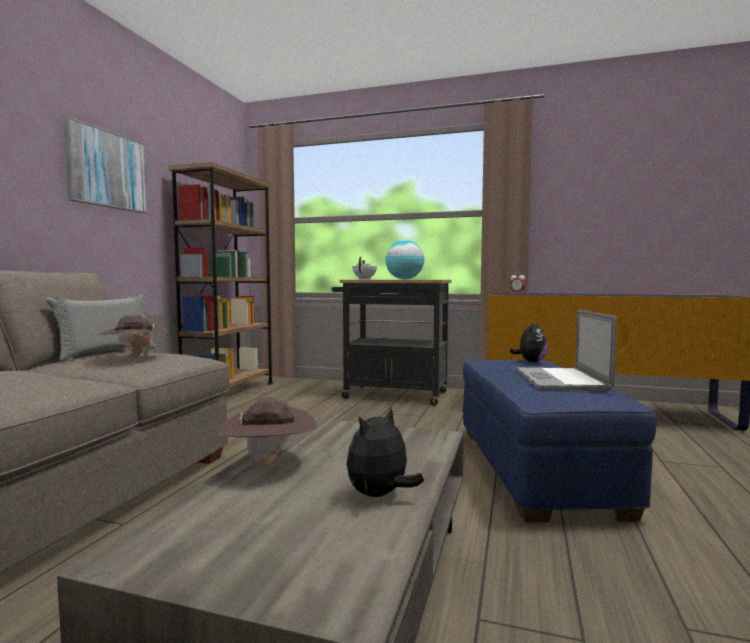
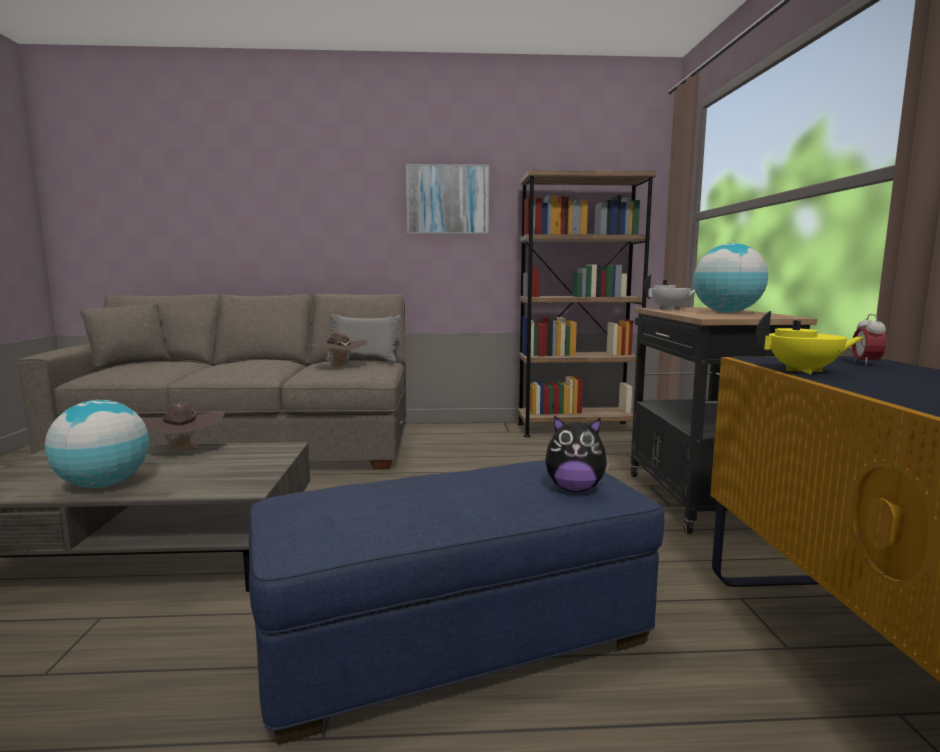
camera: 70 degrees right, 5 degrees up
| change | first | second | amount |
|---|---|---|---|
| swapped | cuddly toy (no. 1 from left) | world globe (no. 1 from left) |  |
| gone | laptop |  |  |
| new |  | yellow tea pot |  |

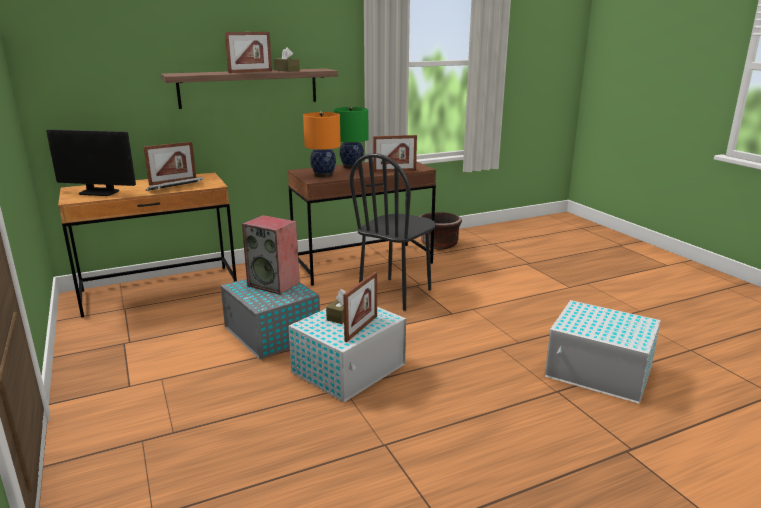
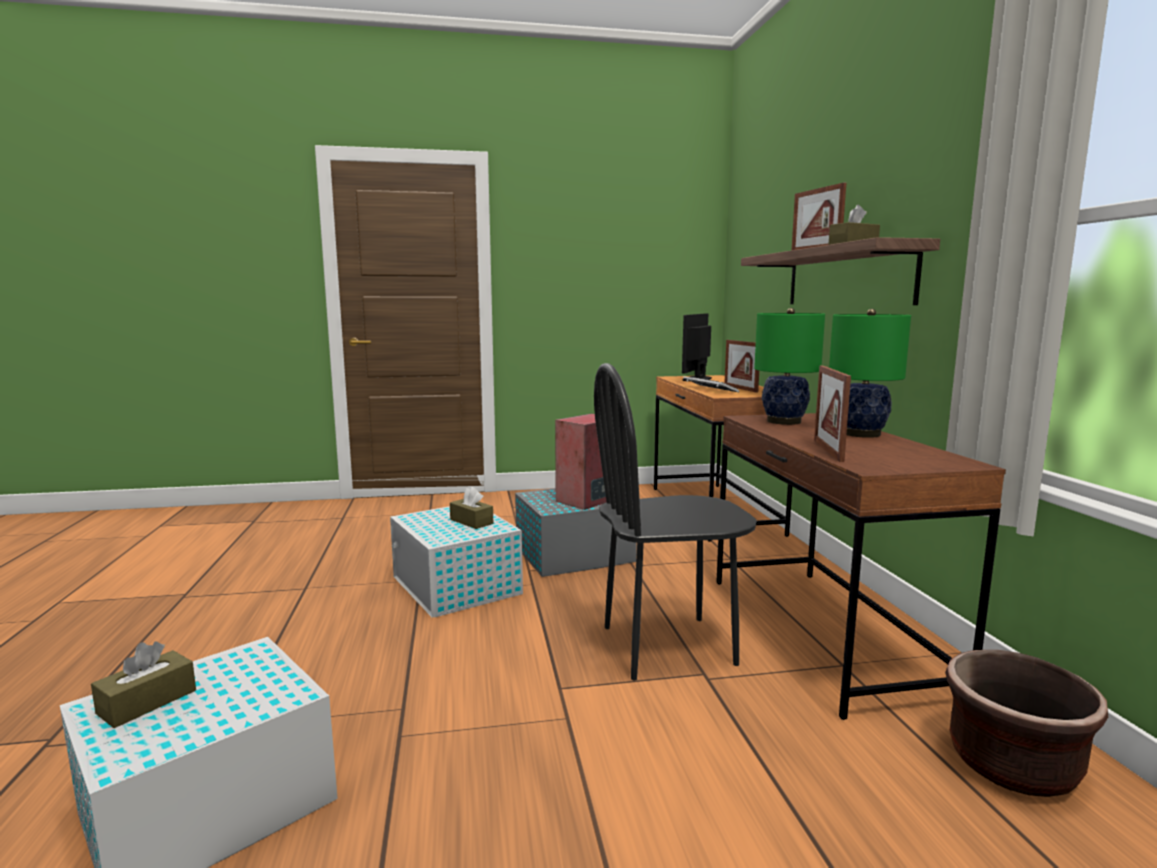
camera: 105 degrees right, 10 degrees down
| change | first | second | amount |
|---|---|---|---|
| repainted | orange tabletop lamp | greenish tabletop lamp (no. 1 from left) |  |
| gone | standing frame (no. 3 from left) |  |  |
| rotated | blackish upright chair |  | 60 degrees counterclockwise |
| new |  | brownish tissue box (no. 1 from left) |  |

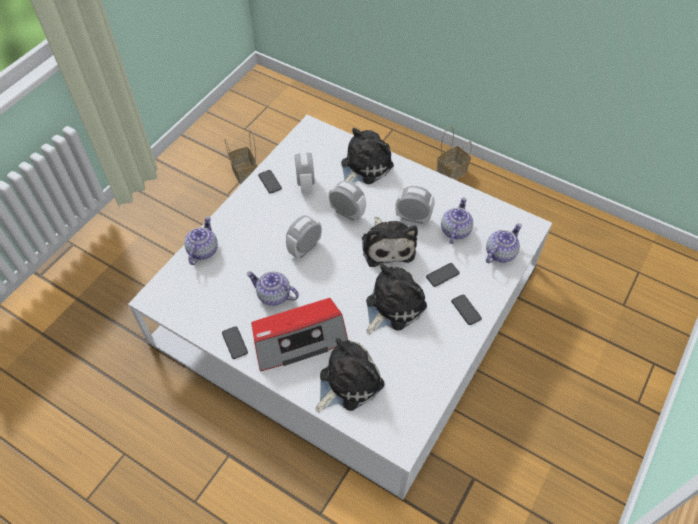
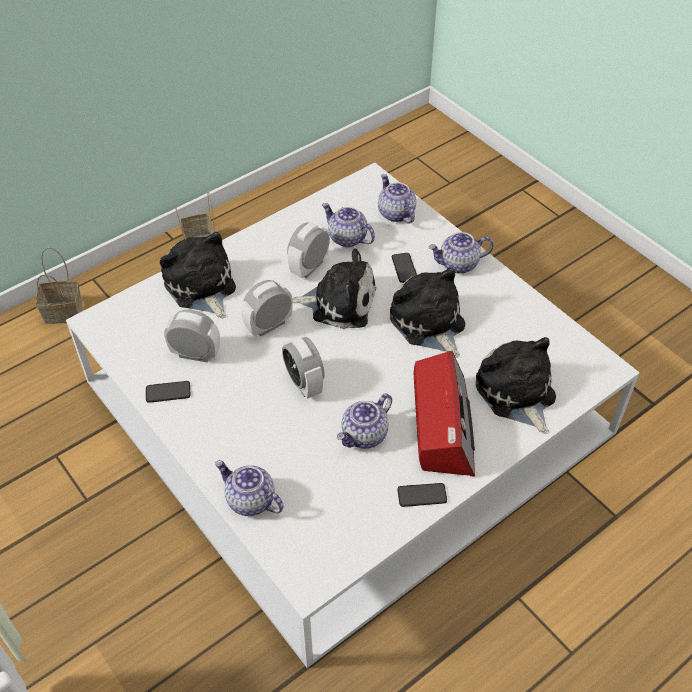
camera: 70 degrees left, 5 degrees down
| change | first | second | amount |
|---|---|---|---|
| shifted | basket (no. 1 from left) |  |  |
| swapped | phone (no. 4 from left) | tea pot (no. 5 from left) |  |

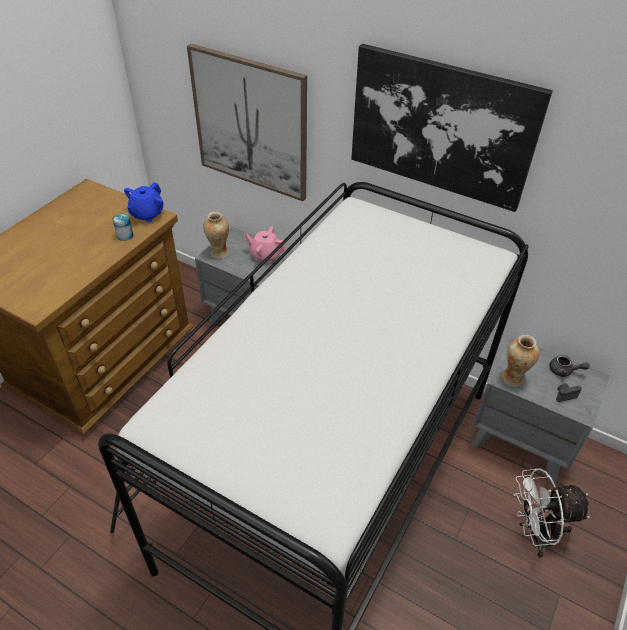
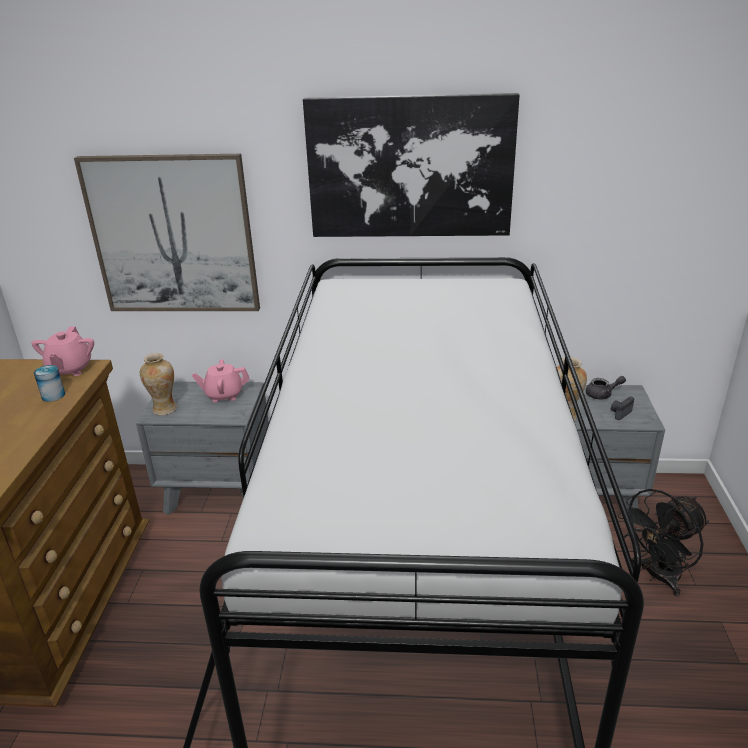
camera: 25 degrees left, 15 degrees down
| change | first | second | amount |
|---|---|---|---|
| repainted | bluish tea pot | pink tea pot (no. 1 from left) |  |
| repainted | white electric fan | blackish electric fan |  |

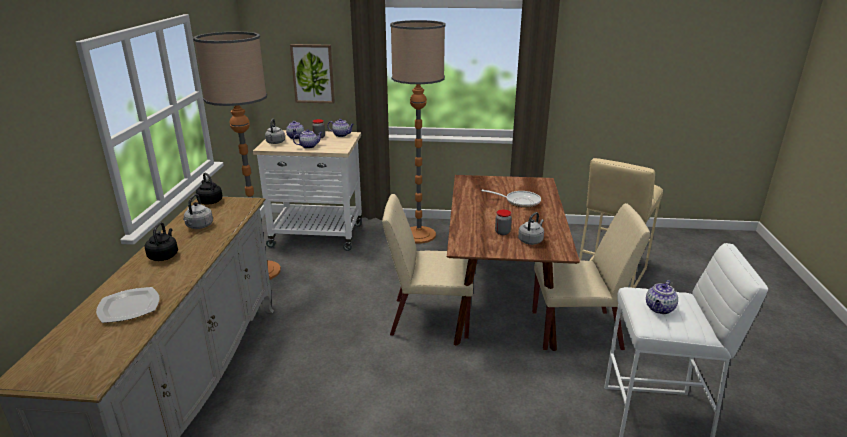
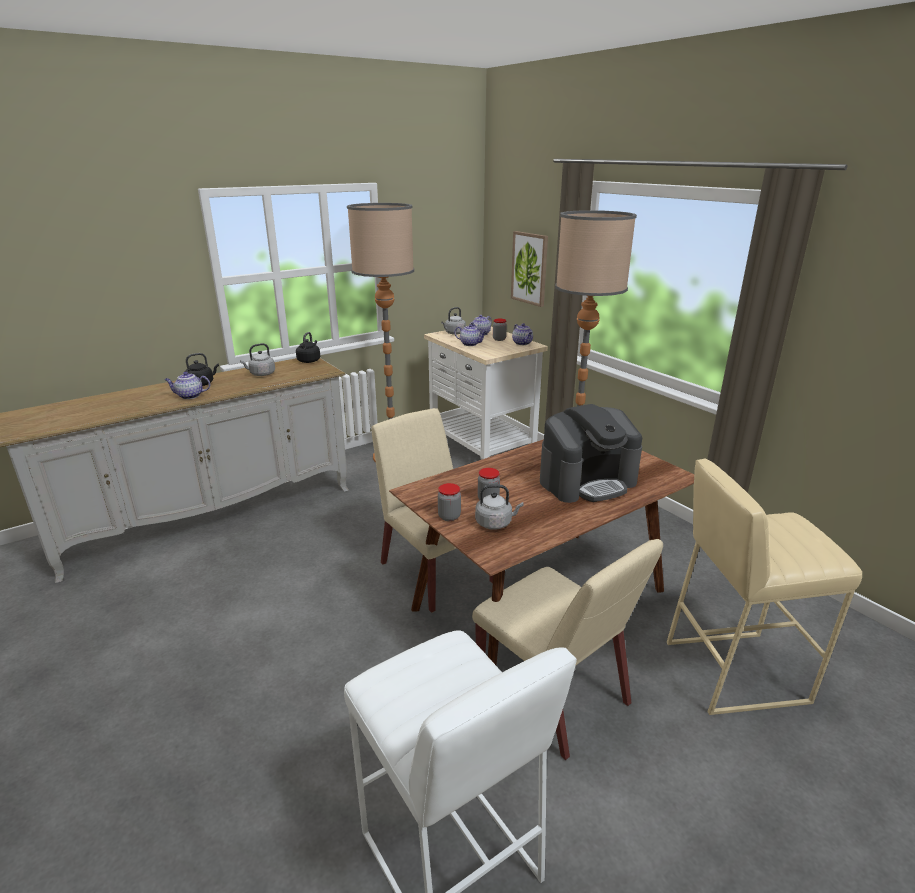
camera: 50 degrees right, 0 degrees up
| change | first | second | amount |
|---|---|---|---|
| gone | flat dish |  |  |
| swapped | skillet | coffee brewer |  |
| shifted | tea pot (no. 4 from left in the first image) | tea pot (no. 1 from left) |  |
| new |  | jar (no. 1 from left) |  |

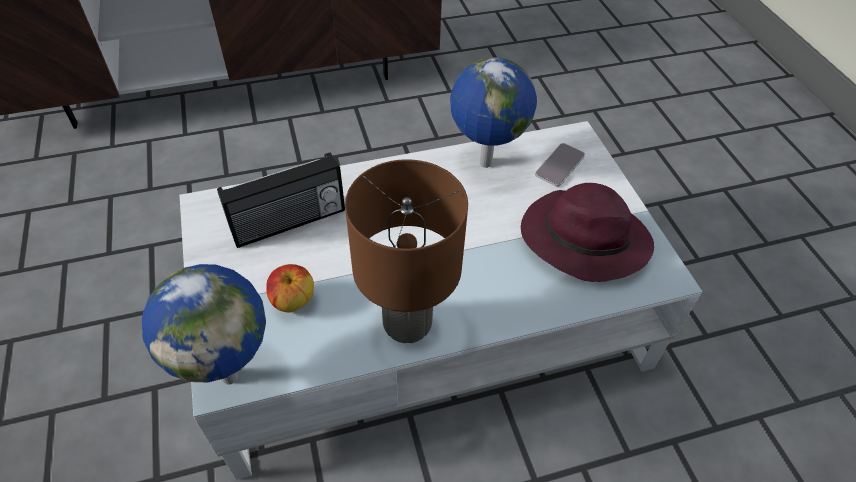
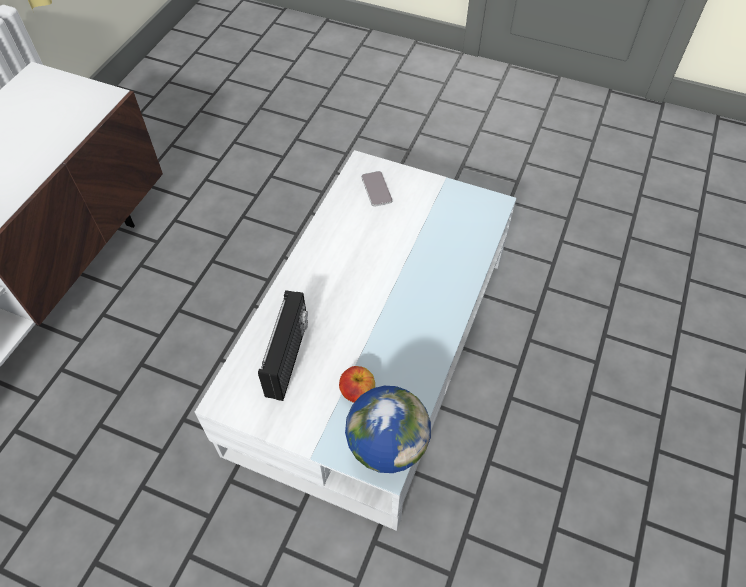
camera: 50 degrees left, 5 degrees up
| change | first | second | amount |
|---|---|---|---|
| gone | brownish tabletop lamp |  |  |
| gone | world globe (no. 2 from left) |  |  |
| gone | purple-coloured hat |  |  |

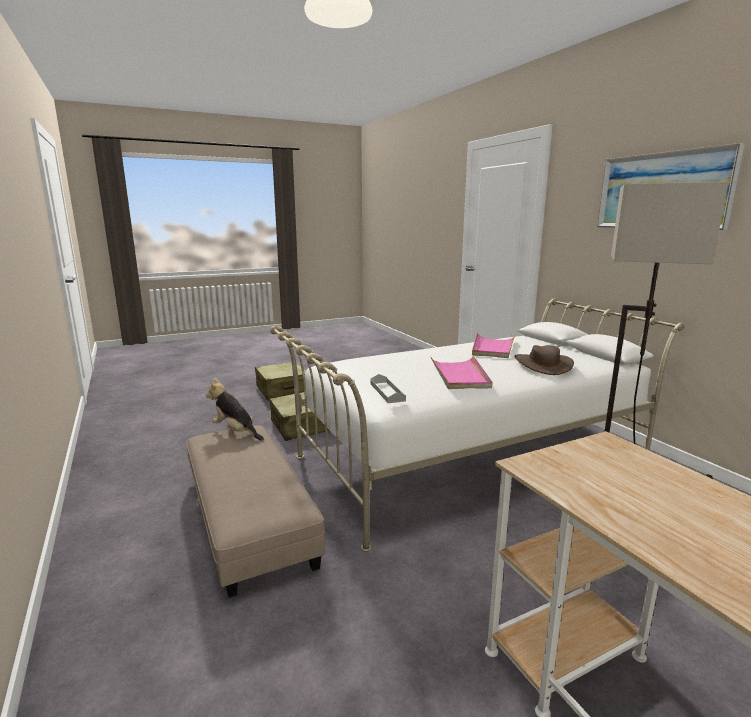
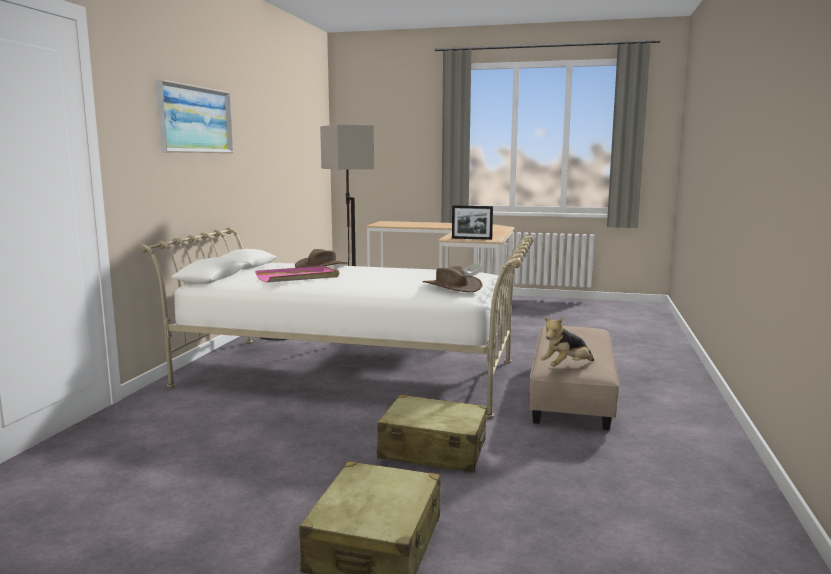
camera: 140 degrees left, 5 degrees down
| change | first | second | amount |
|---|---|---|---|
| rotated | cuddly toy |  | 75 degrees clockwise |
| gone | pink serving tray (no. 1 from left) |  |  |
| new |  | brownish hat (no. 2 from left) |  |
| new |  | standing frame |  |

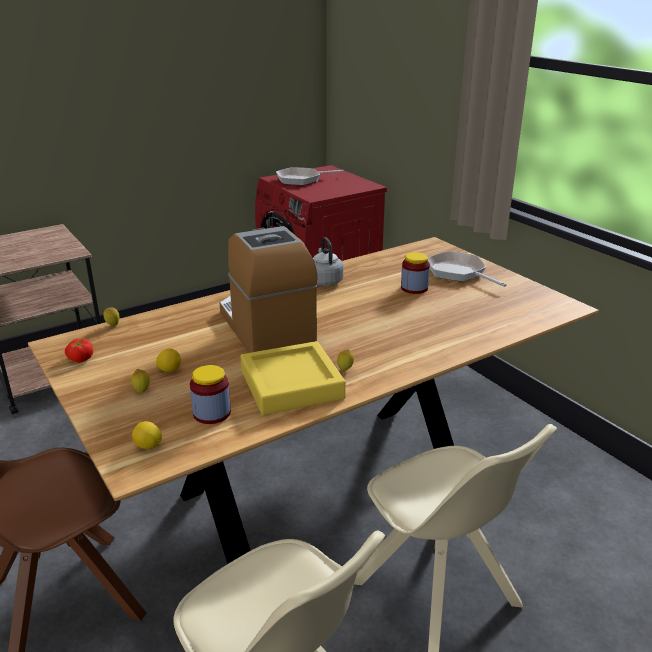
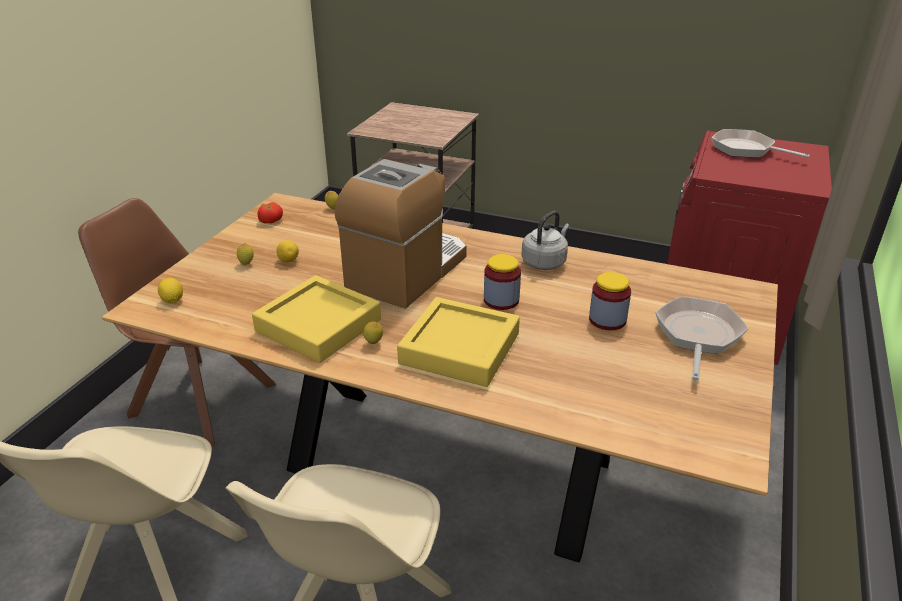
camera: 55 degrees right, 5 degrees up
| change | first | second | amount |
|---|---|---|---|
| shifted | jar (no. 1 from left) |  |  |
| new |  | yellow serving tray (no. 2 from left) |  |

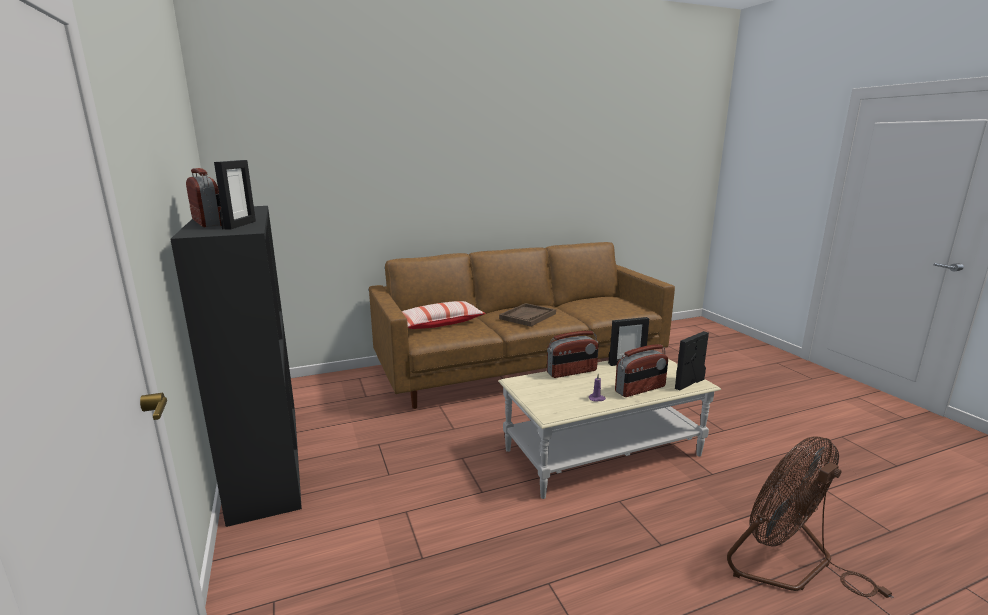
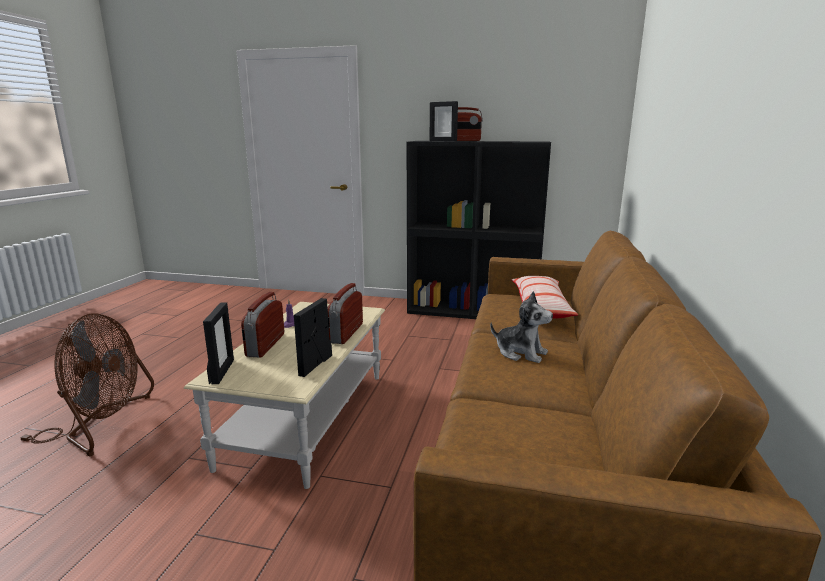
camera: 125 degrees right, 0 degrees up
| change | first | second | amount |
|---|---|---|---|
| swapped | brownish serving tray | cuddly toy |  |

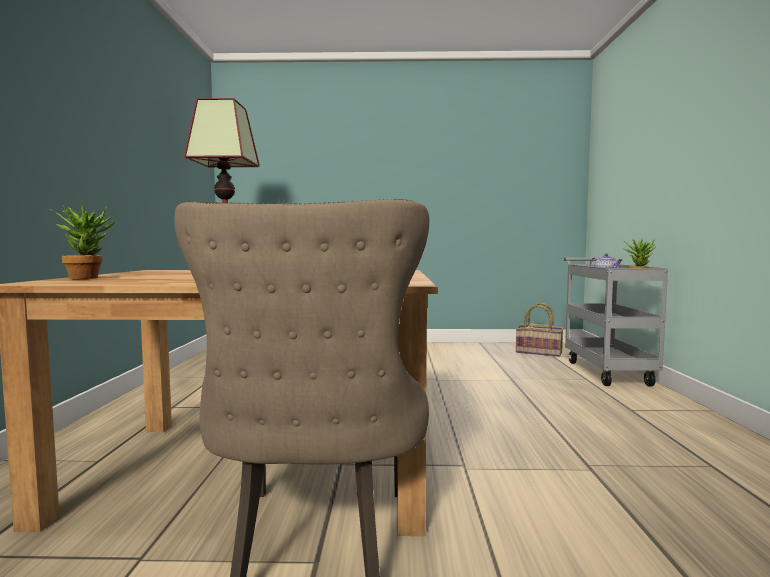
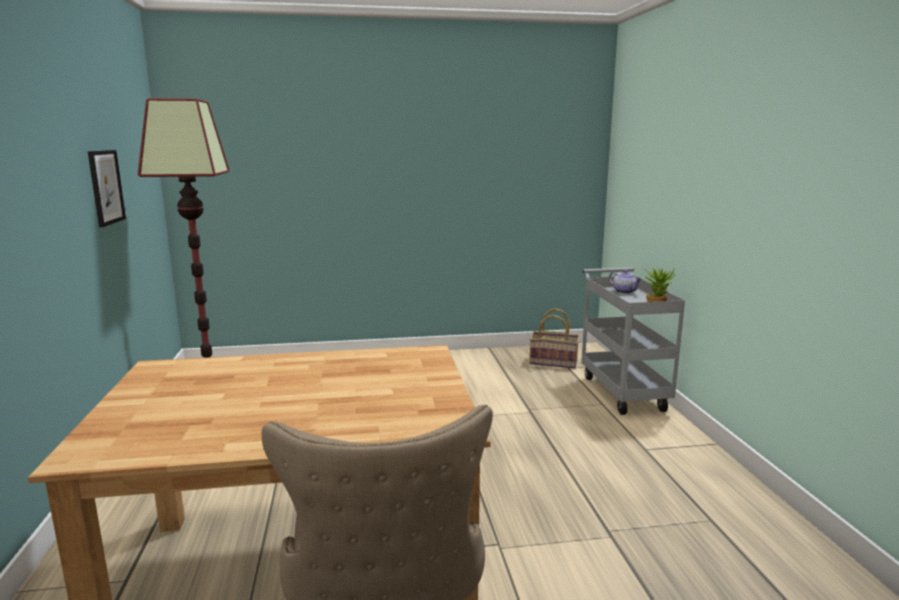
camera: 10 degrees left, 10 degrees up
| change | first | second | amount |
|---|---|---|---|
| gone | houseplant (no. 1 from left) |  |  |
| new |  | picture |  |

